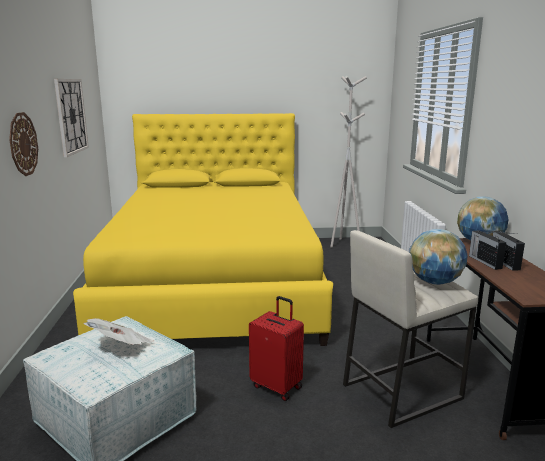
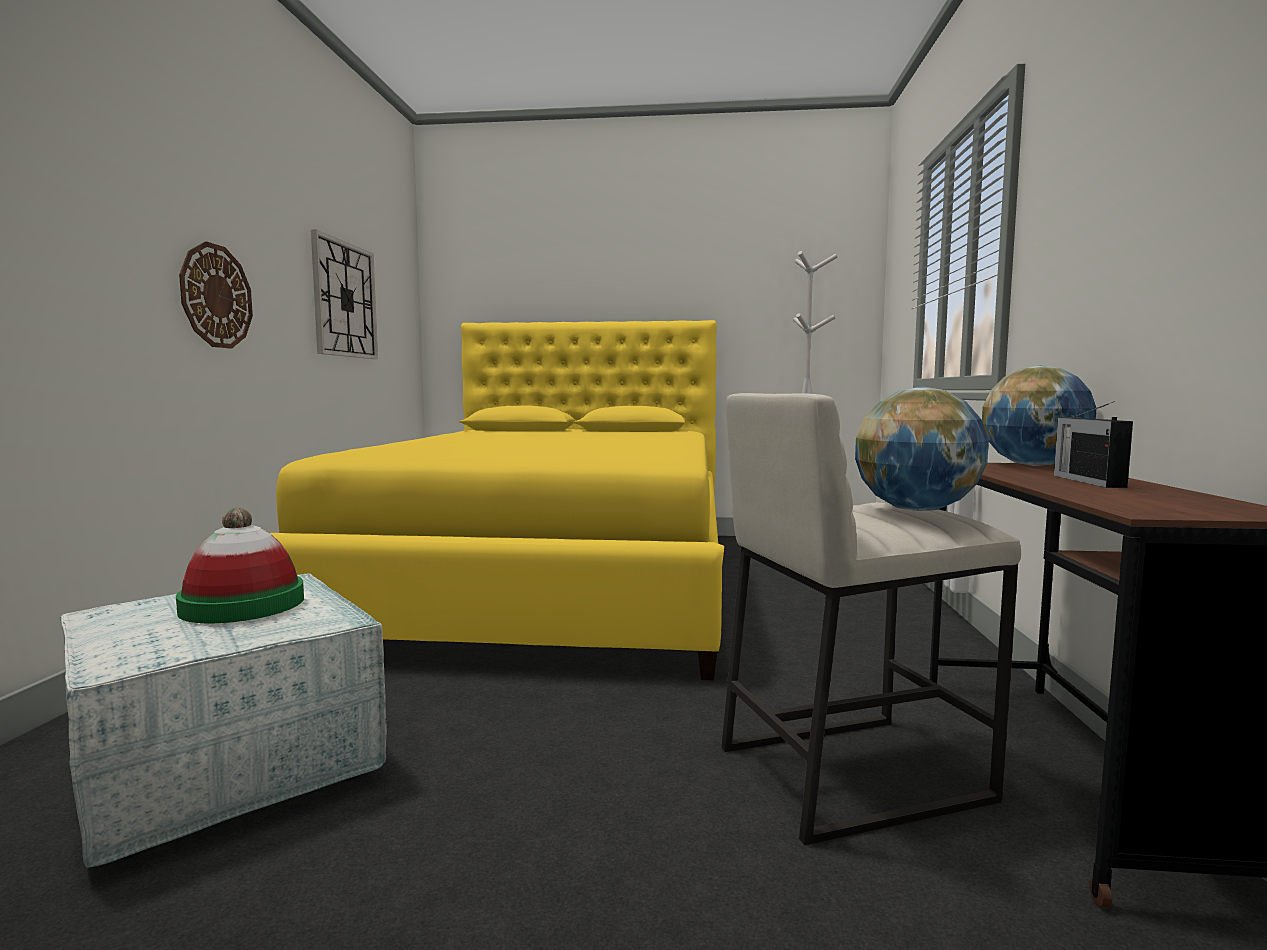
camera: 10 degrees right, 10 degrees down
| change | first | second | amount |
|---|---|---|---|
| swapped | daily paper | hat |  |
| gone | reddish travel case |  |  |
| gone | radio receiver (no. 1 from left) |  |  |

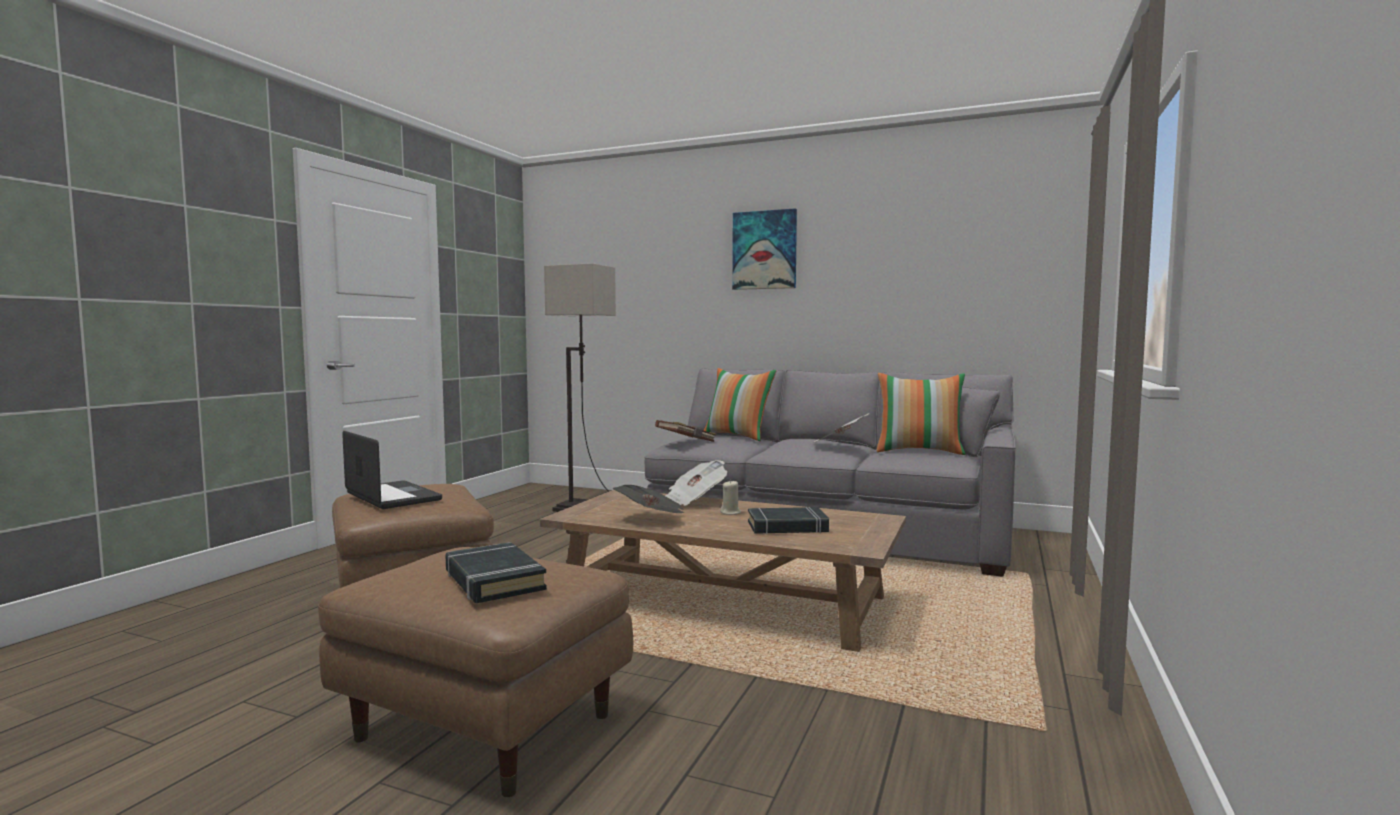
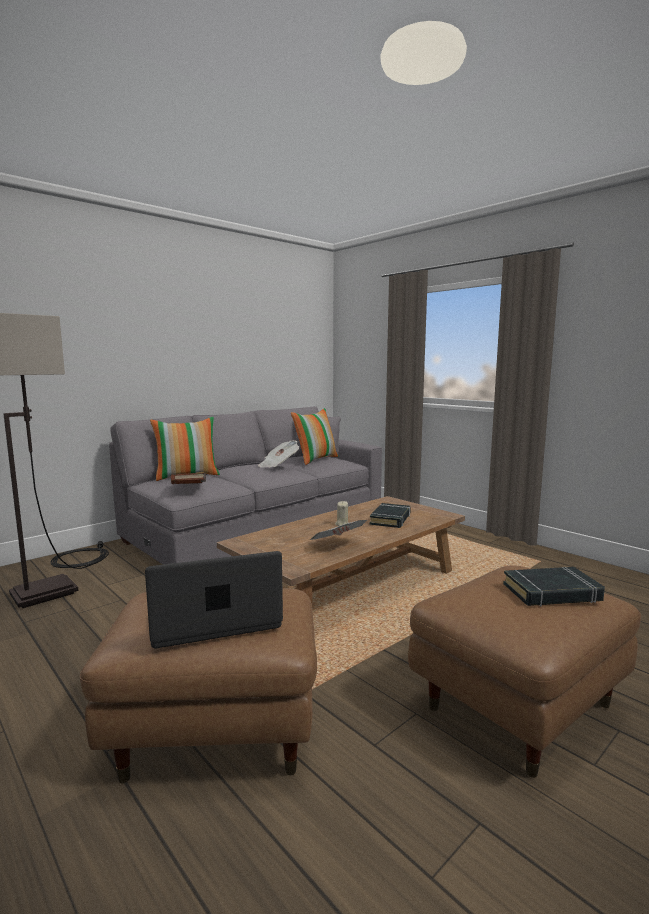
camera: 65 degrees left, 5 degrees up
| change | first | second | amount |
|---|---|---|---|
| gone | daily paper (no. 2 from left) |  |  |
| gone | picture |  |  |

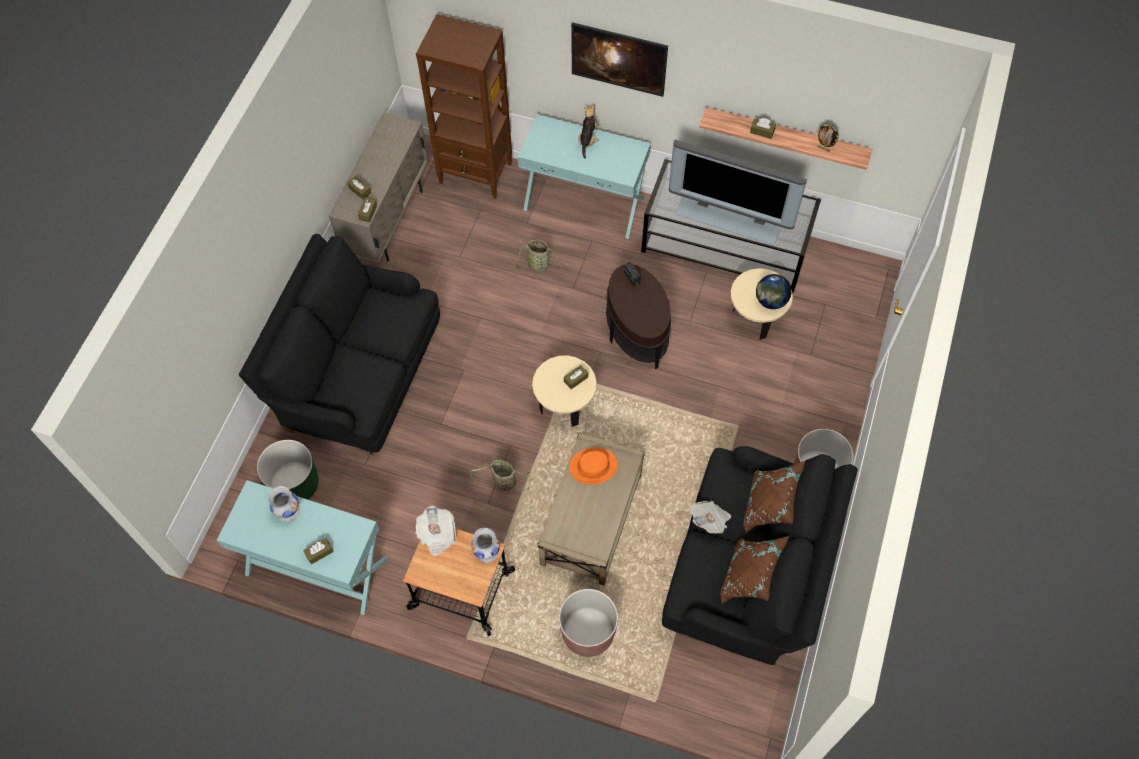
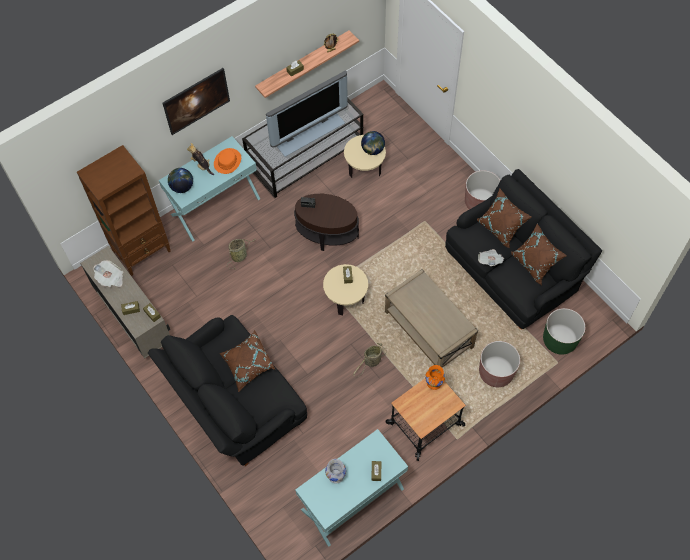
camera: 55 degrees left, 0 degrees up
| change | first | second | amount |
|---|---|---|---|
| shifted | greenish planter |  |  |
| shifted | daily paper (no. 1 from left) |  |  |
| repainted | white flower vase (no. 2 from left) | orange flower vase |  |
| shifted | orange hat |  |  |
| new |  | world globe (no. 1 from left) |  |
| new |  | brownish cushion (no. 1 from left) |  |

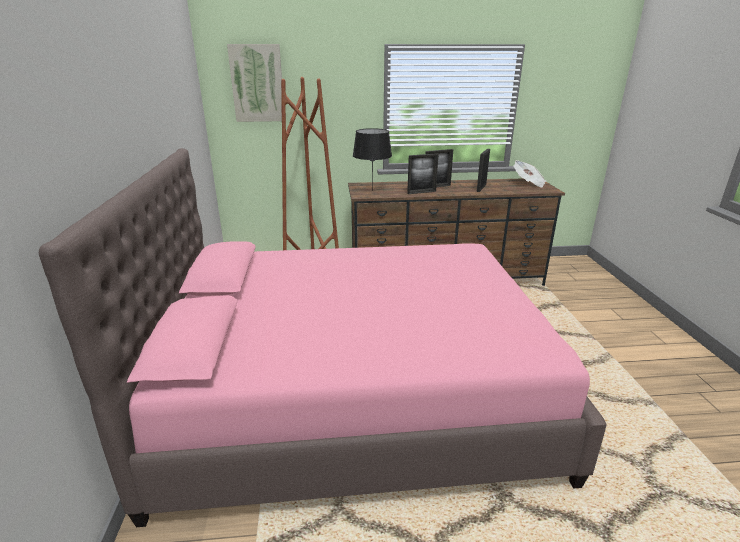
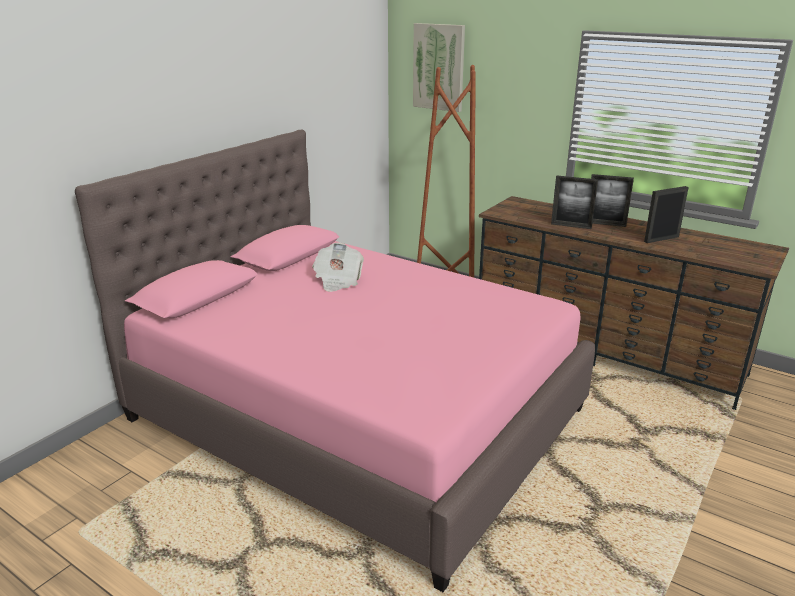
camera: 40 degrees right, 0 degrees up
| change | first | second | amount |
|---|---|---|---|
| gone | blackish tabletop lamp |  |  |
| shifted | daily paper |  |  |

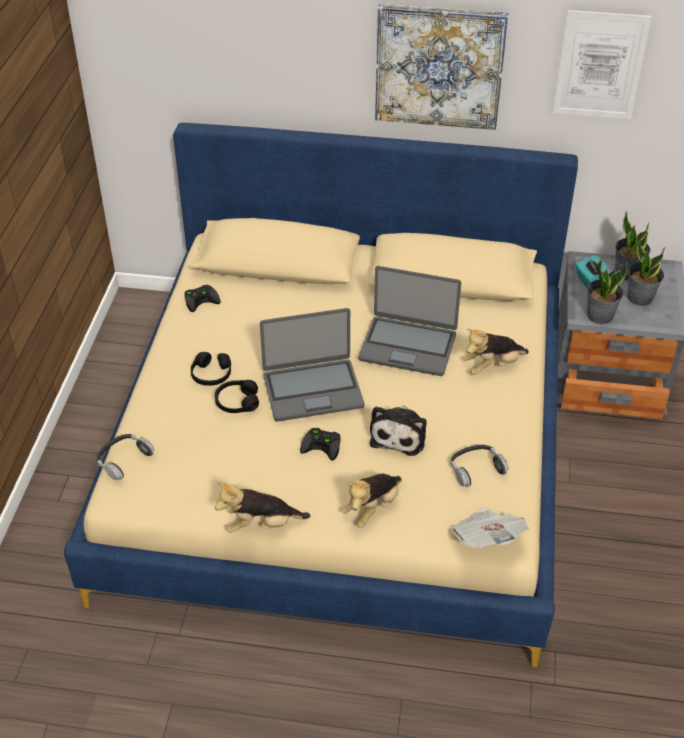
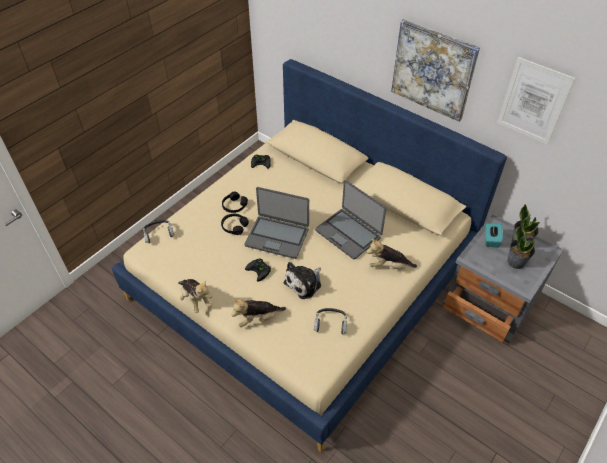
camera: 30 degrees right, 5 degrees up
| change | first | second | amount |
|---|---|---|---|
| rotated | cuddly toy (no. 1 from left) |  | 150 degrees counterclockwise |
| gone | daily paper |  |  |
| gone | houseplant (no. 1 from left) |  |  |

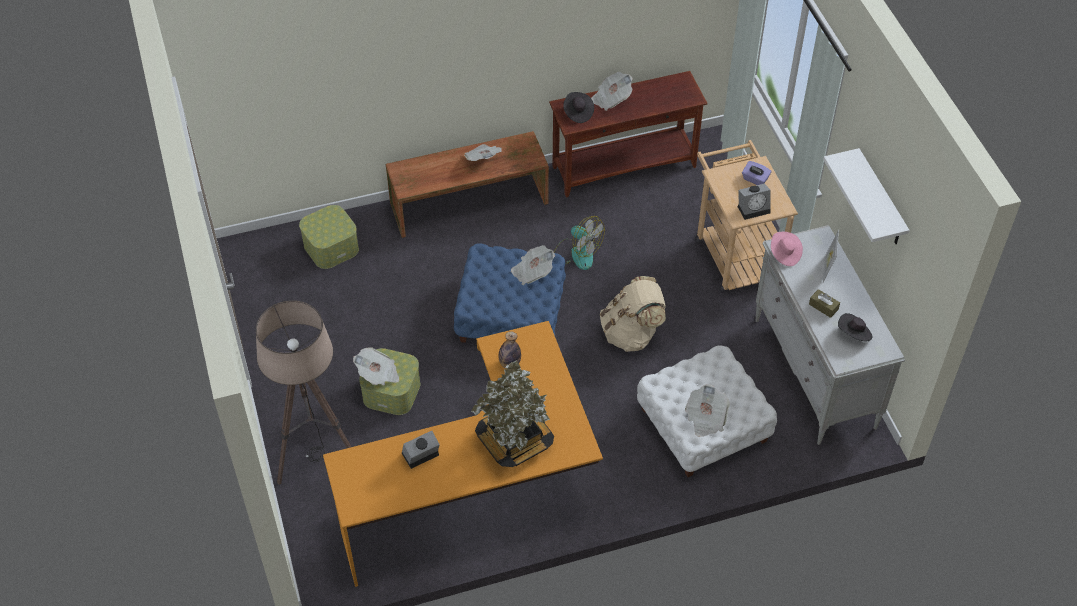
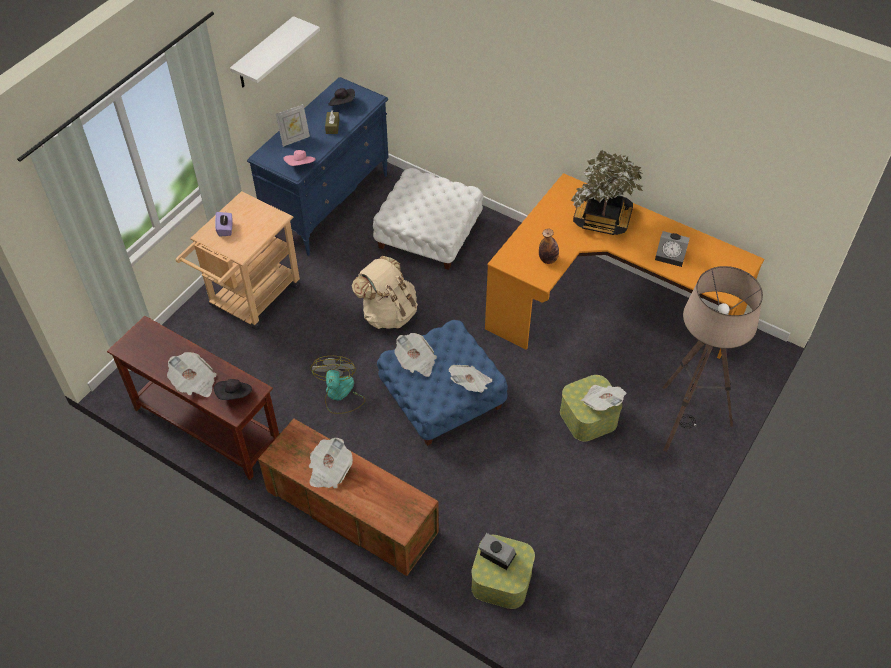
camera: 130 degrees left, 0 degrees up
| change | first | second | amount |
|---|---|---|---|
| shifted | daily paper (no. 5 from left in the first image) | daily paper (no. 4 from left) |  |
| shifted | alarm clock (no. 2 from left in the first image) | alarm clock (no. 1 from left) |  |
| repainted | white dresser | bluish dresser |  |

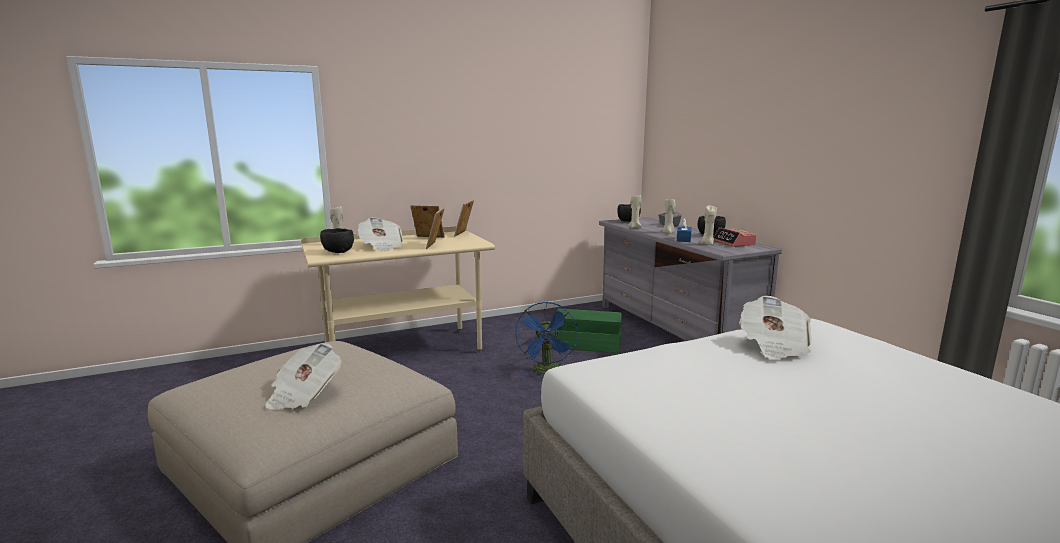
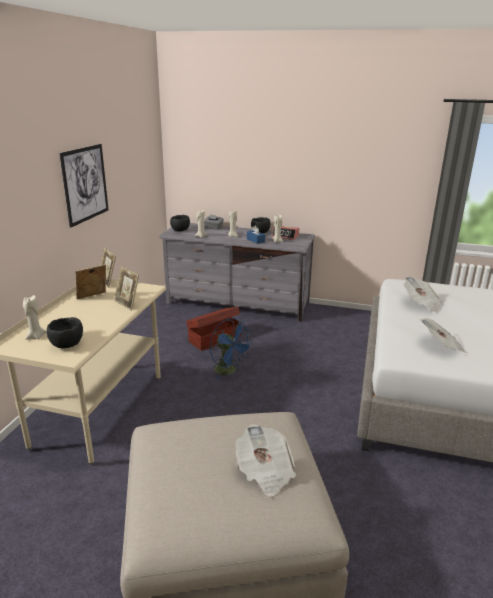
camera: 50 degrees left, 10 degrees up
| change | first | second | amount |
|---|---|---|---|
| shifted | daily paper (no. 2 from left in the first image) | daily paper (no. 3 from left) |  |
| repainted | greenish storage bin | brownish storage bin |  |
| new |  | picture |  |

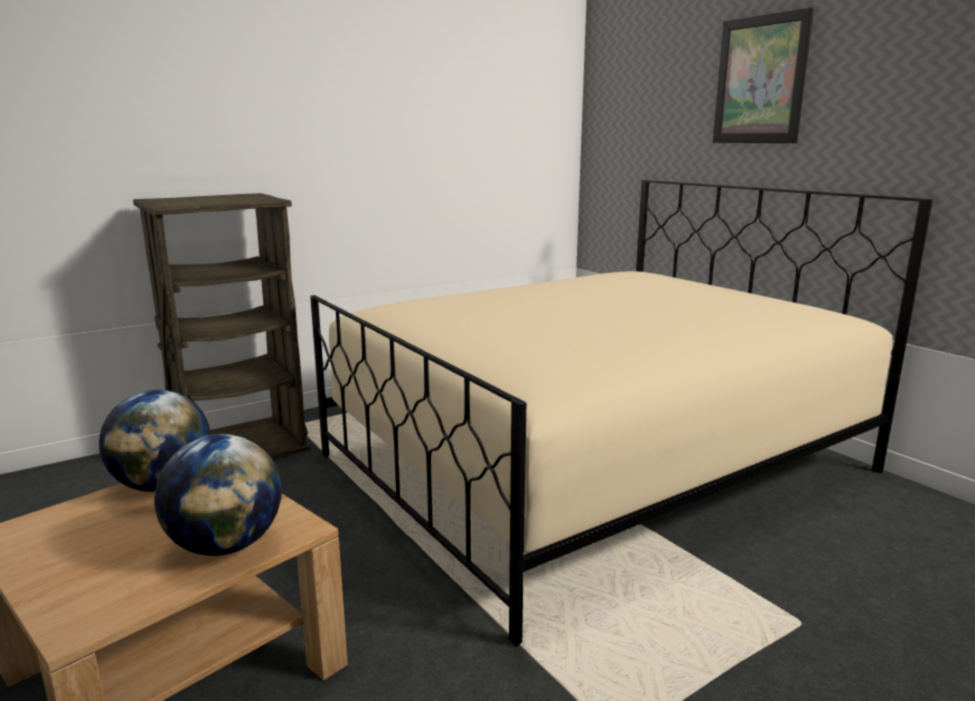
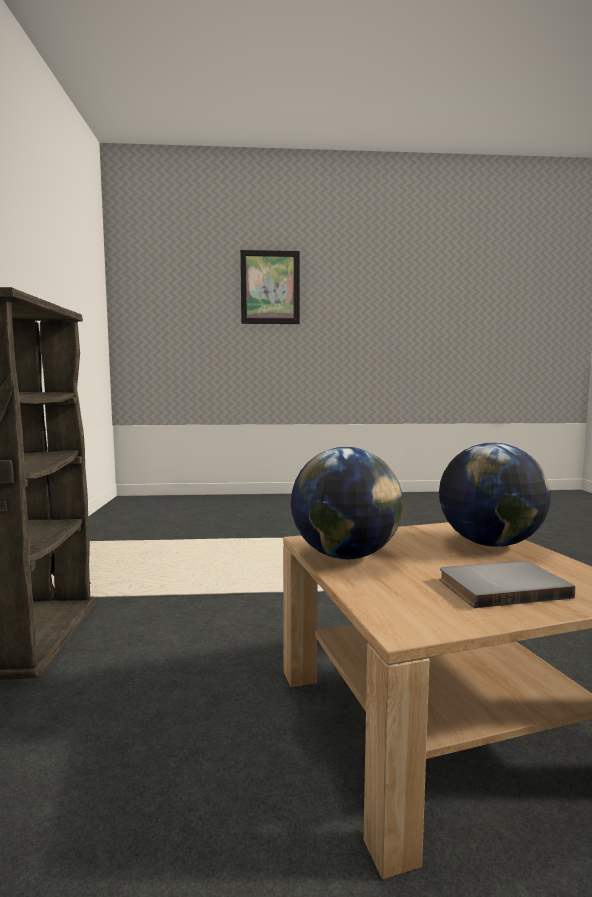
camera: 60 degrees left, 10 degrees down
| change | first | second | amount |
|---|---|---|---|
| gone | beige-coloured sleeping bed |  |  |
| new |  | greyish volume |  |

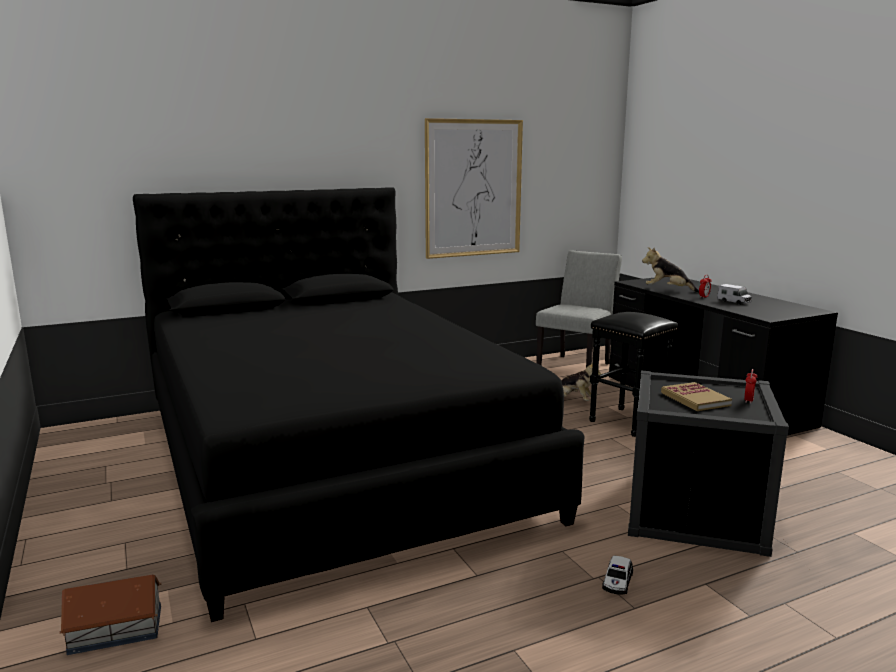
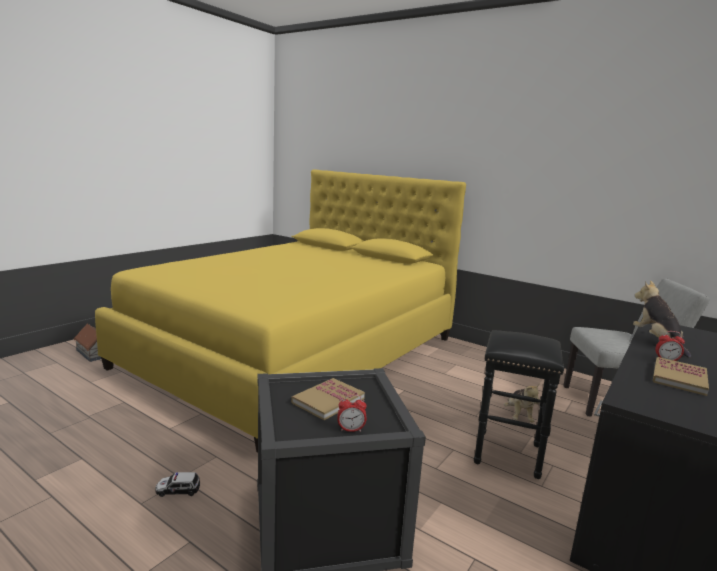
camera: 60 degrees right, 0 degrees up
| change | first | second | amount |
|---|---|---|---|
| repainted | blackish sleeping bed | yellow sleeping bed |  |
| gone | picture |  |  |
| swapped | model truck | volume (no. 2 from left) |  |

